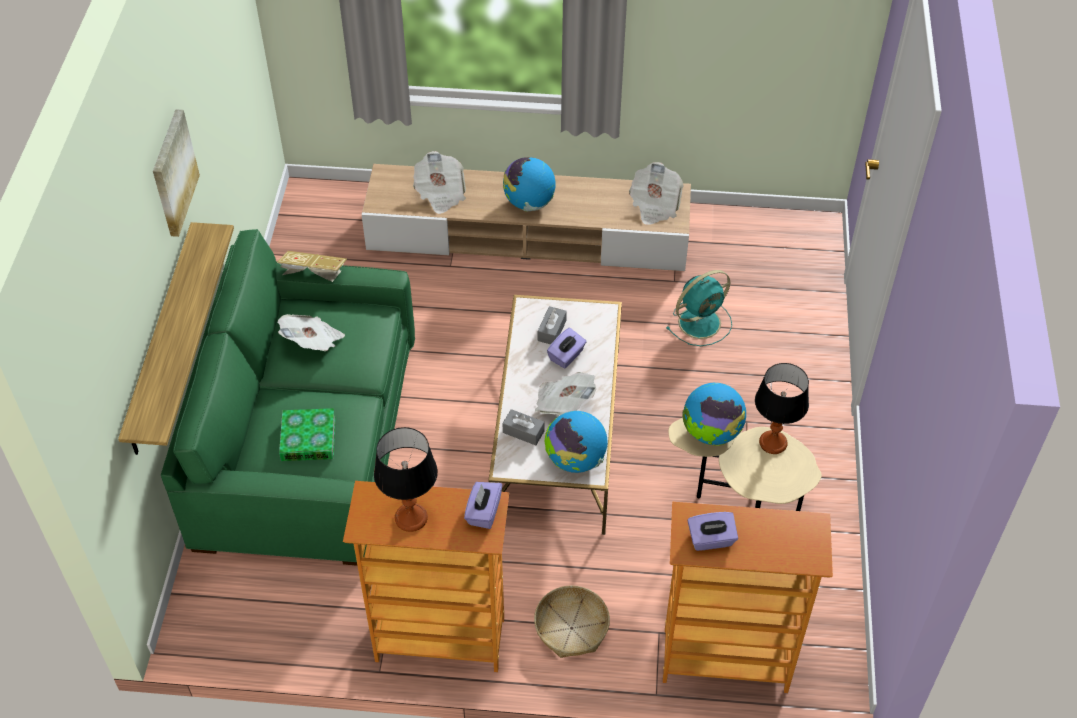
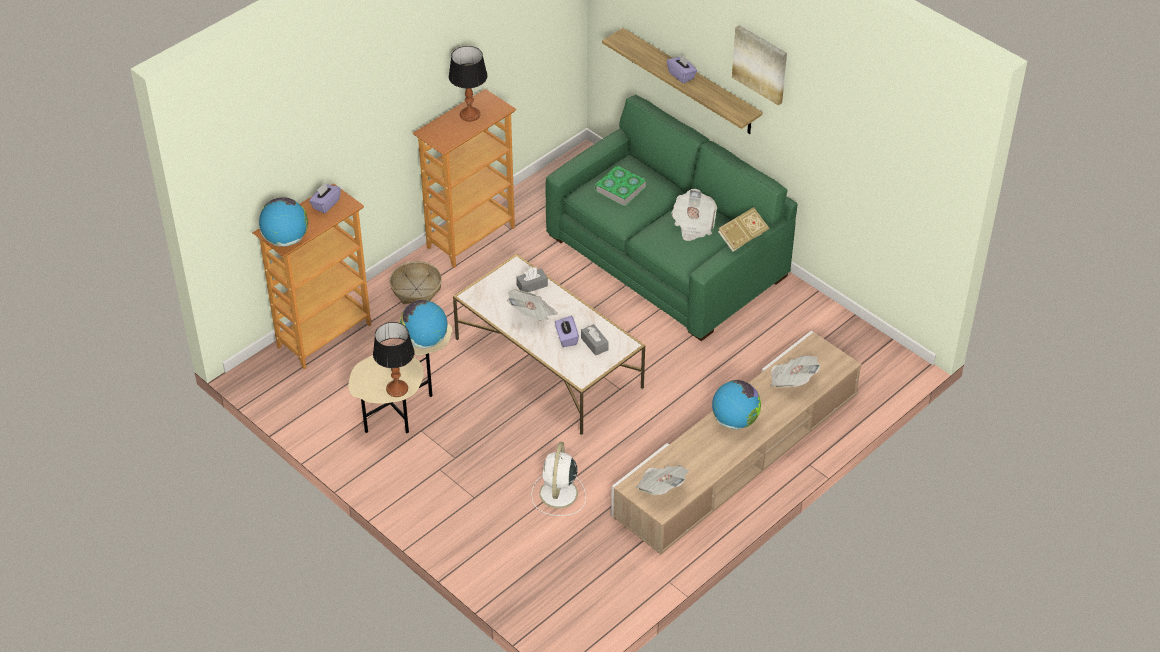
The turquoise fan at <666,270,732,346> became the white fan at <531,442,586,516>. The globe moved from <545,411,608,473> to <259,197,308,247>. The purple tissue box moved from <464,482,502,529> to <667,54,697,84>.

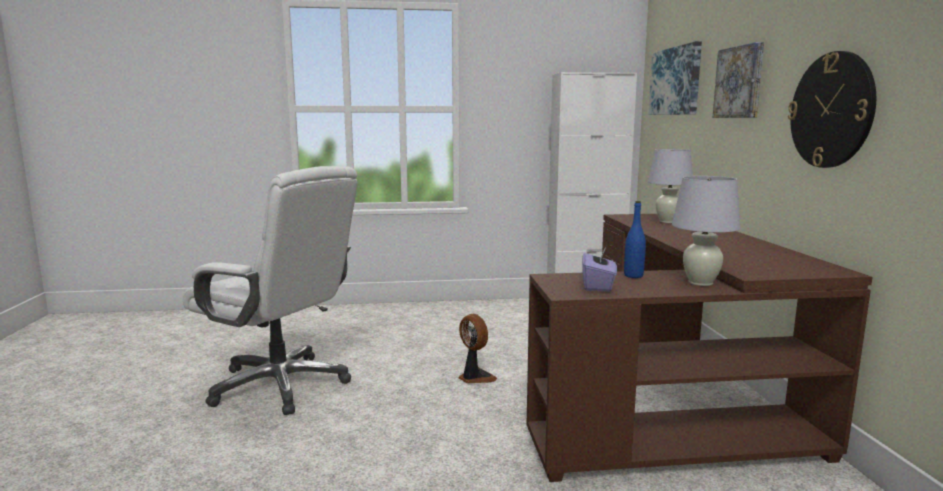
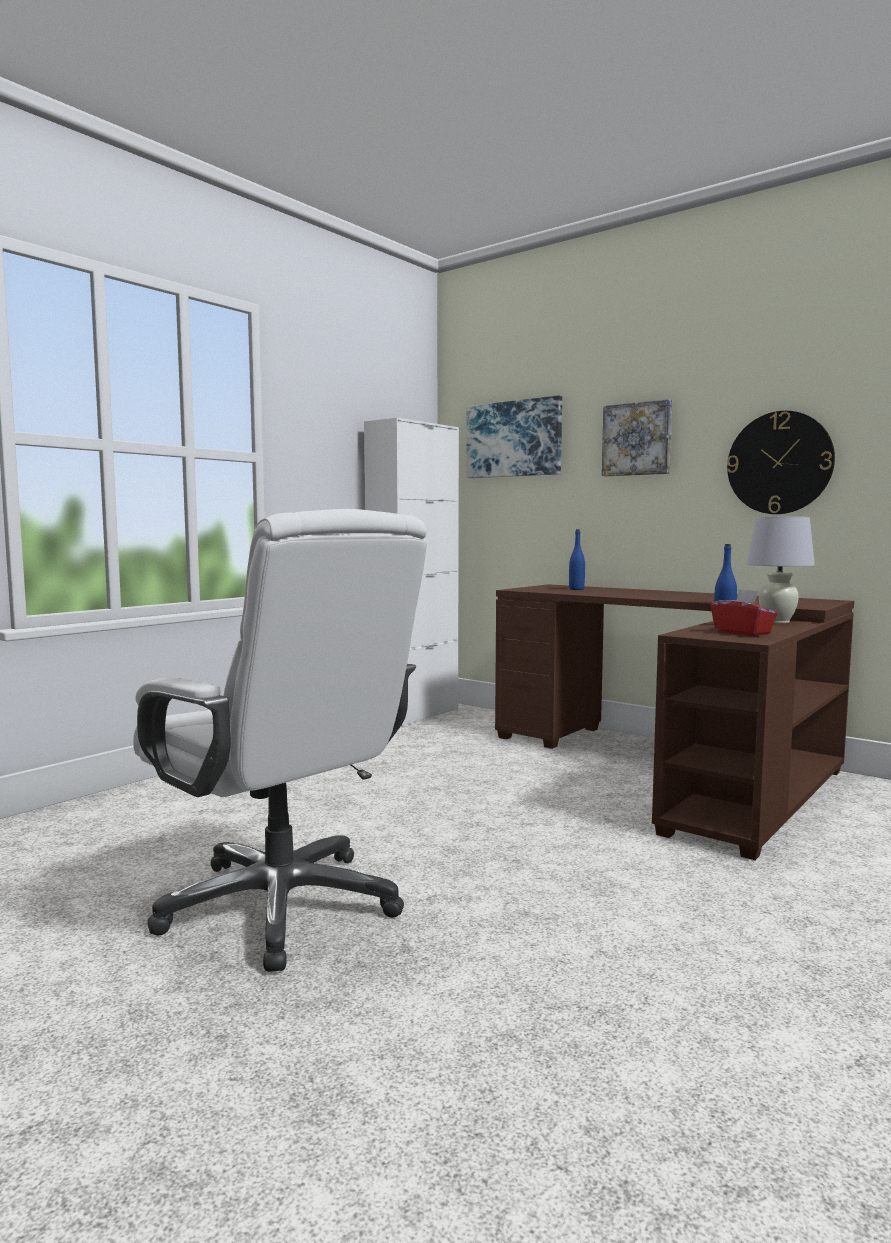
The white table lamp at <648,149,693,223> was replaced by the blue bottle at <569,529,585,590>. The white office chair at <183,166,358,415> turned 60 degrees clockwise. The purple tissue box at <582,247,617,292> became the red tissue box at <711,589,778,636>. The fan at <458,314,497,383> disappeared.

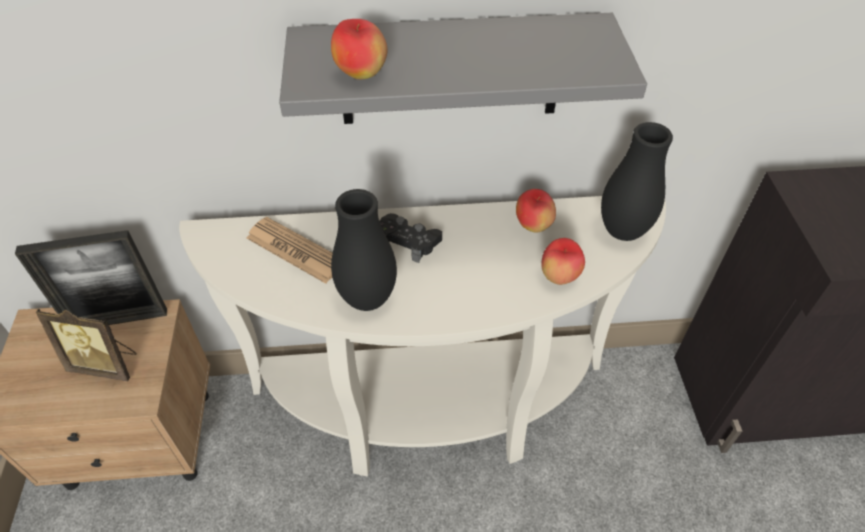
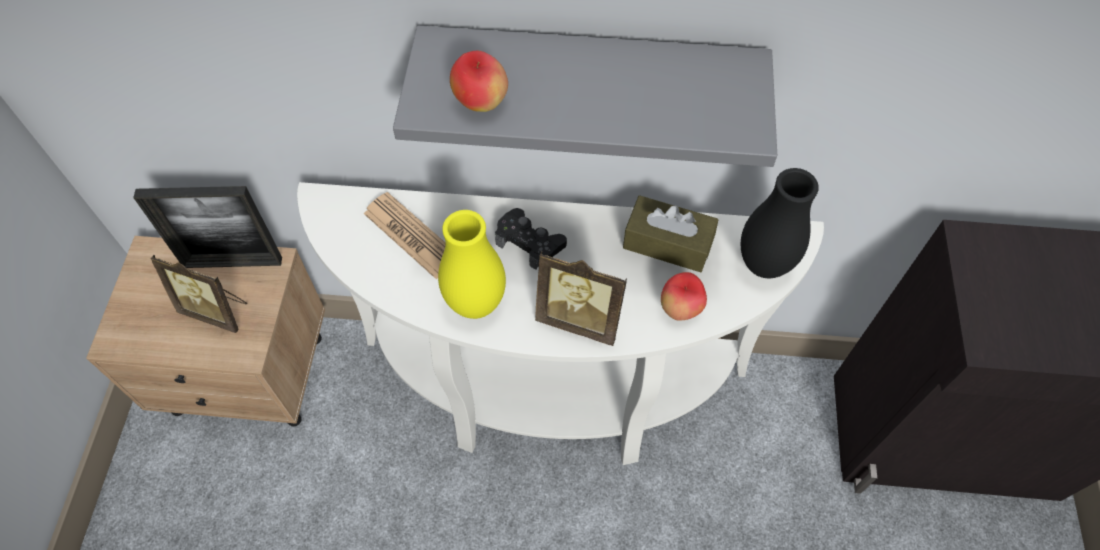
The black vase at <331,189,397,311> became the yellow vase at <438,210,506,319>. The apple at <516,189,556,232> was replaced by the brown tissue box at <623,195,718,272>. The picture frame at <535,251,627,346> appeared.

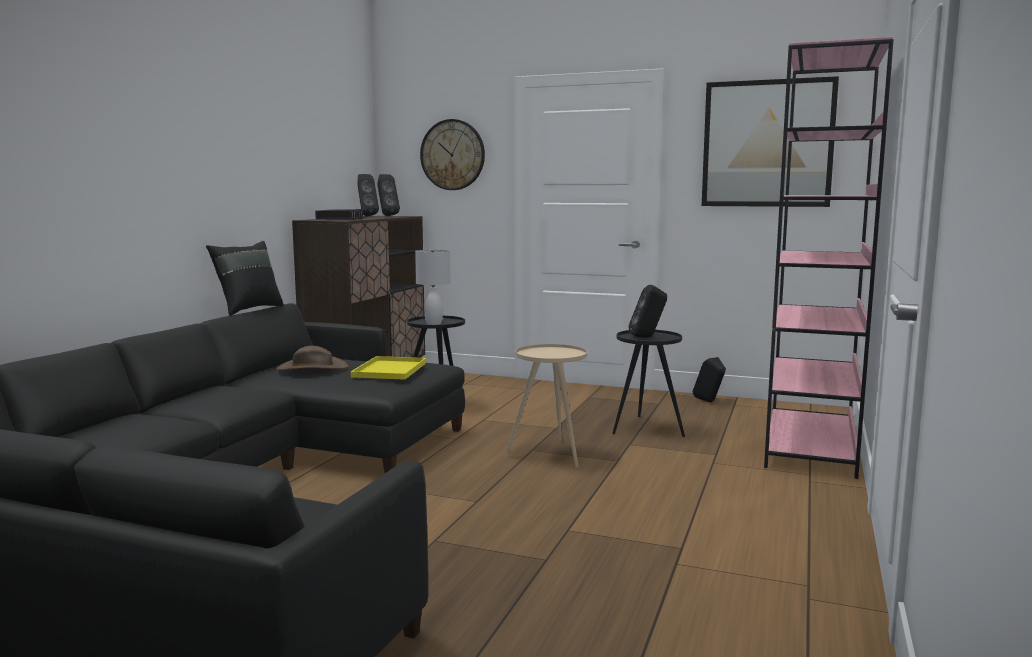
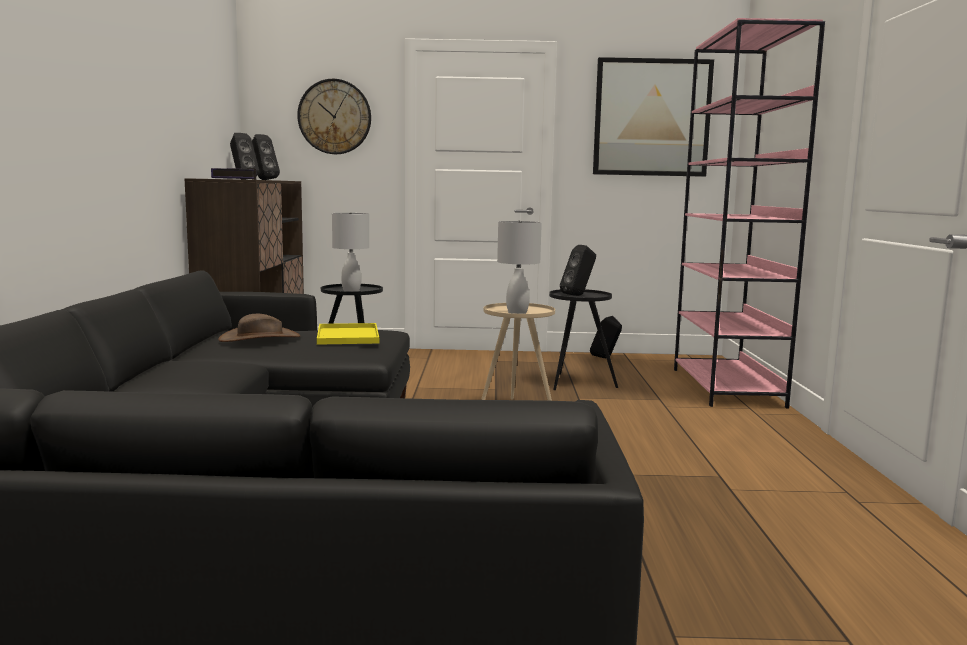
The black pillow at <206,241,284,316> disappeared. The white table lamp at <497,220,542,314> appeared.

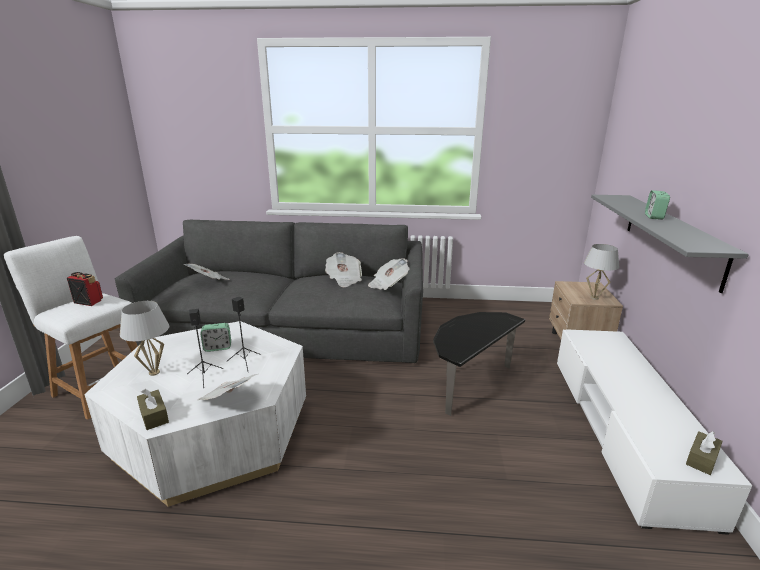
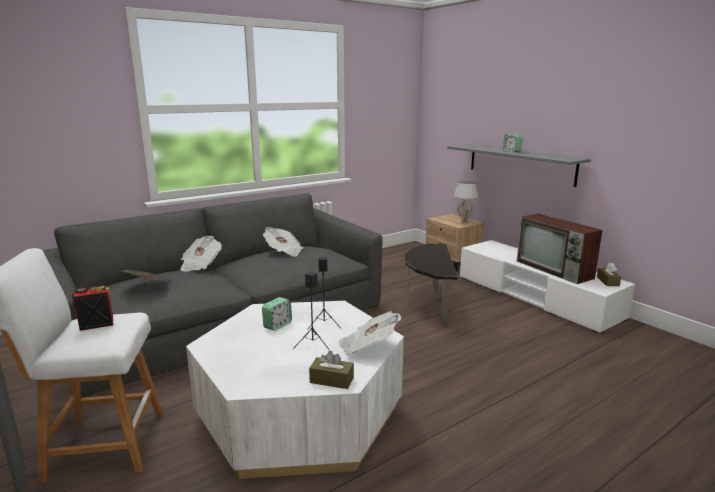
The newspaper moved from <368,258,409,290> to <180,236,222,272>. The white table lamp at <120,301,169,376> disappeared. The television at <517,213,603,284> appeared.

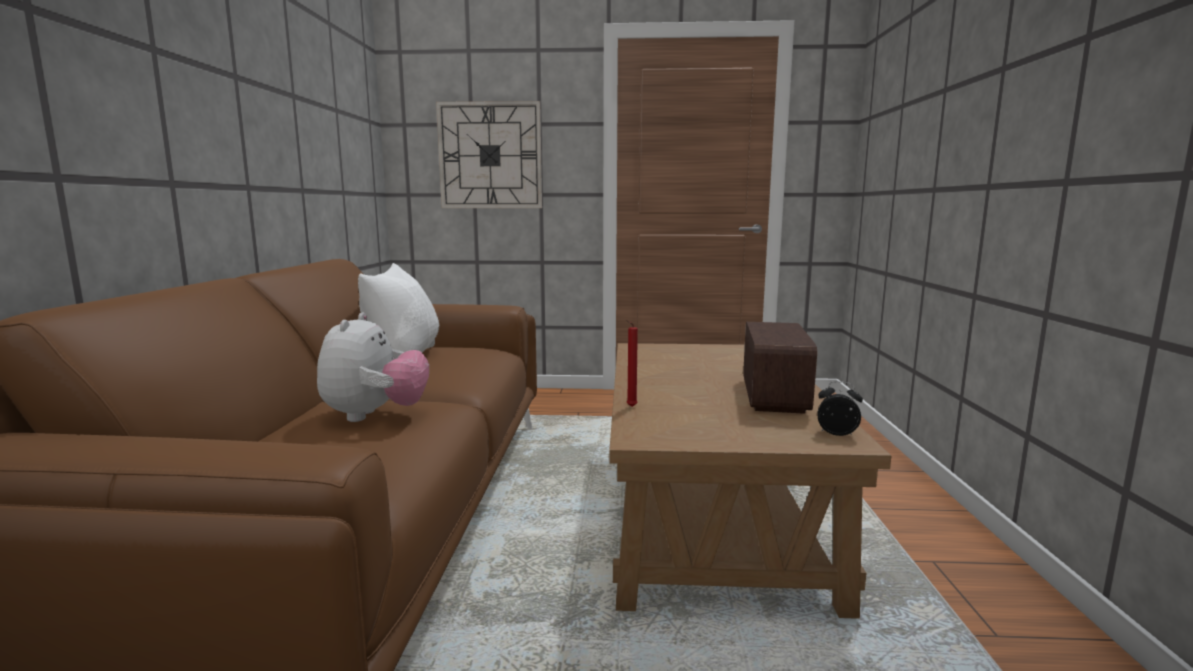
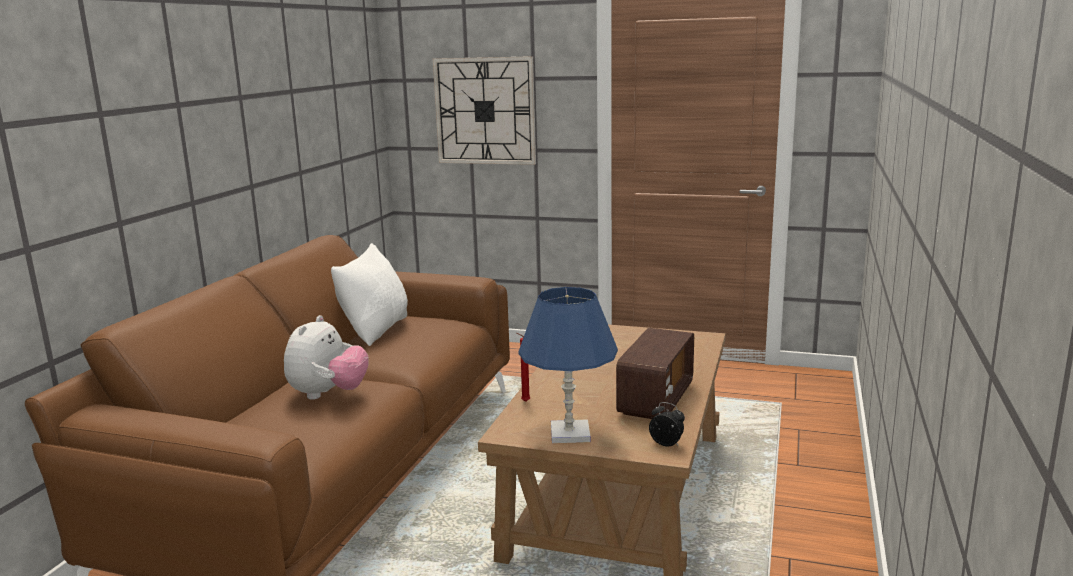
The blue table lamp at <518,287,618,443> appeared.

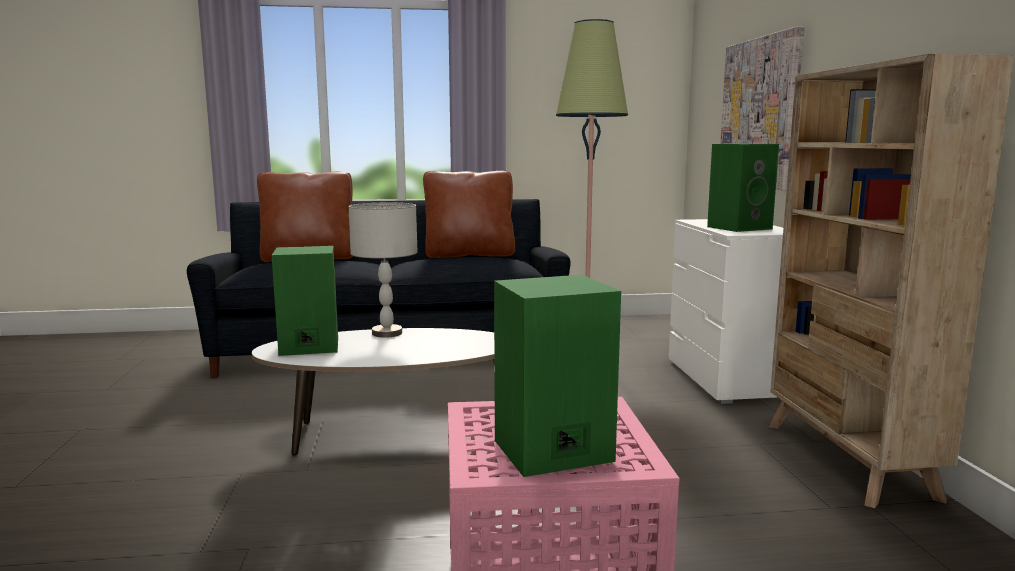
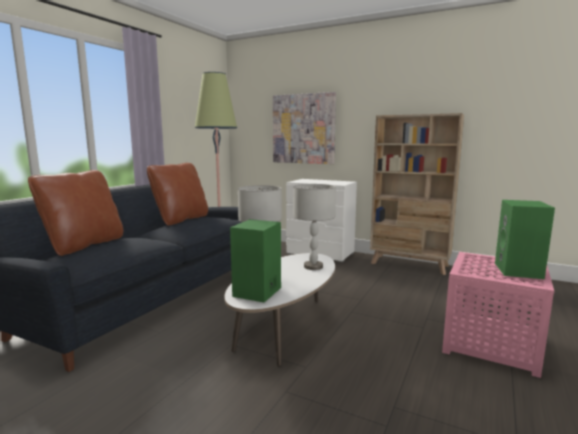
The green speaker at <707,144,779,232> disappeared. The grey table lamp at <293,184,336,270> appeared.

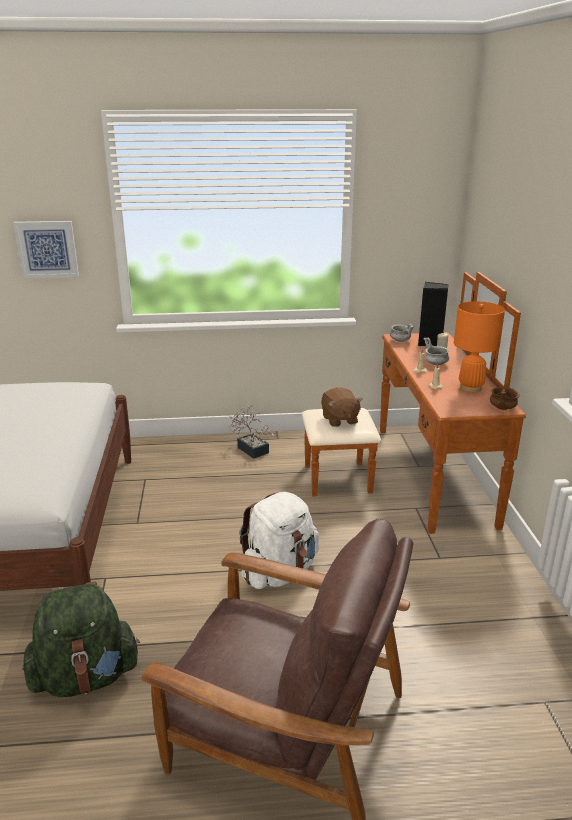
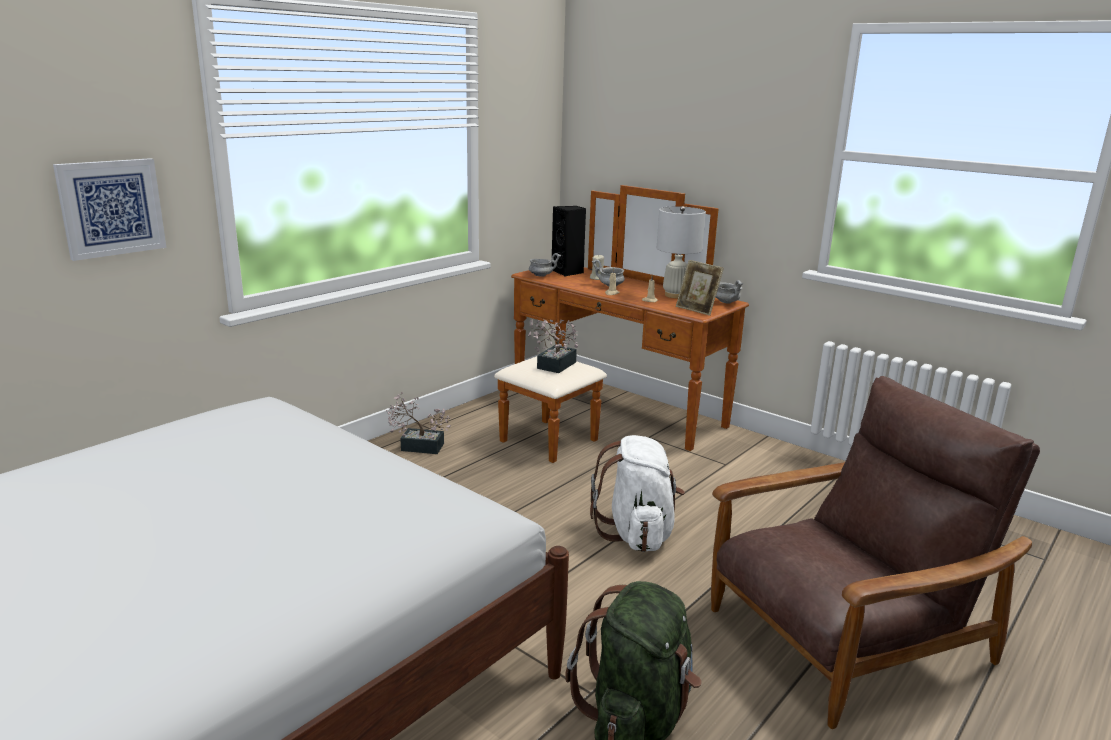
The orange table lamp at <454,301,505,392> became the white table lamp at <657,206,706,298>. The brown plush toy at <321,387,363,427> was replaced by the potted plant at <528,319,578,373>. The brown bowl at <490,387,520,410> became the grey bowl at <716,280,743,304>. The picture frame at <676,260,724,316> appeared.

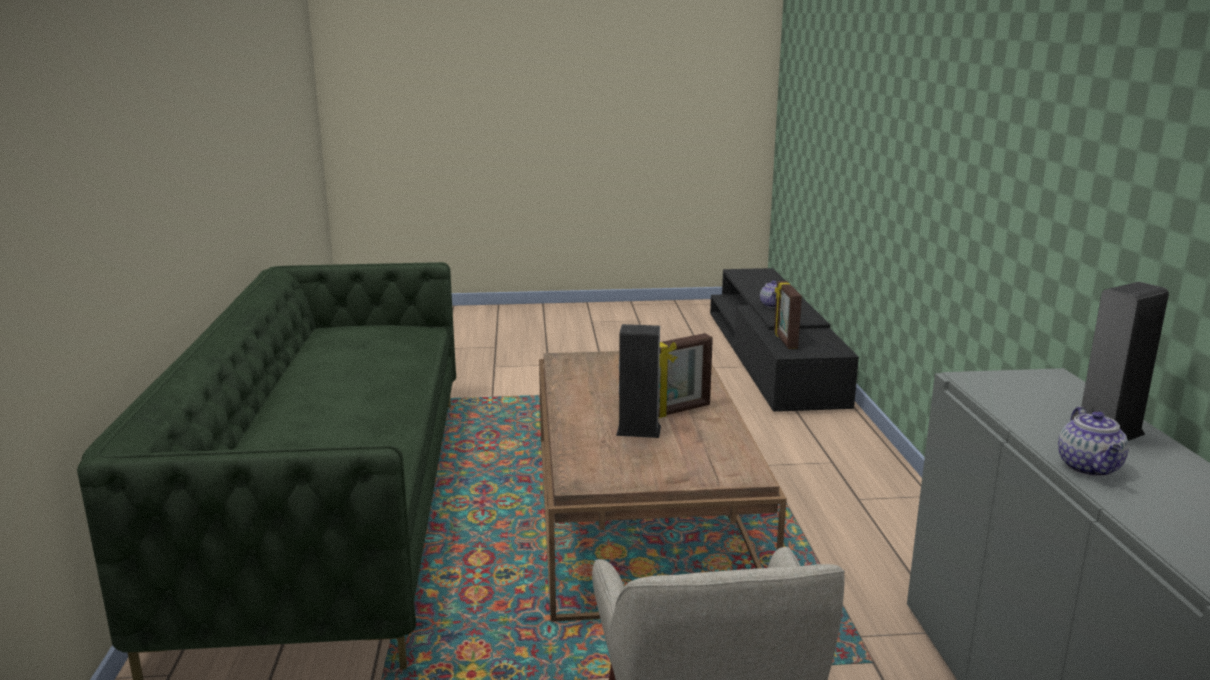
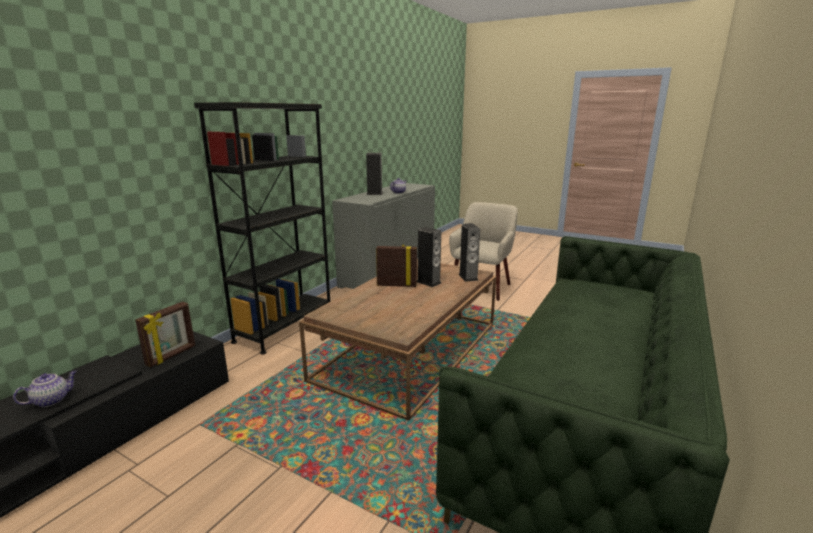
The black bookcase at <194,102,330,355> appeared. The speaker at <458,223,480,282> appeared.

